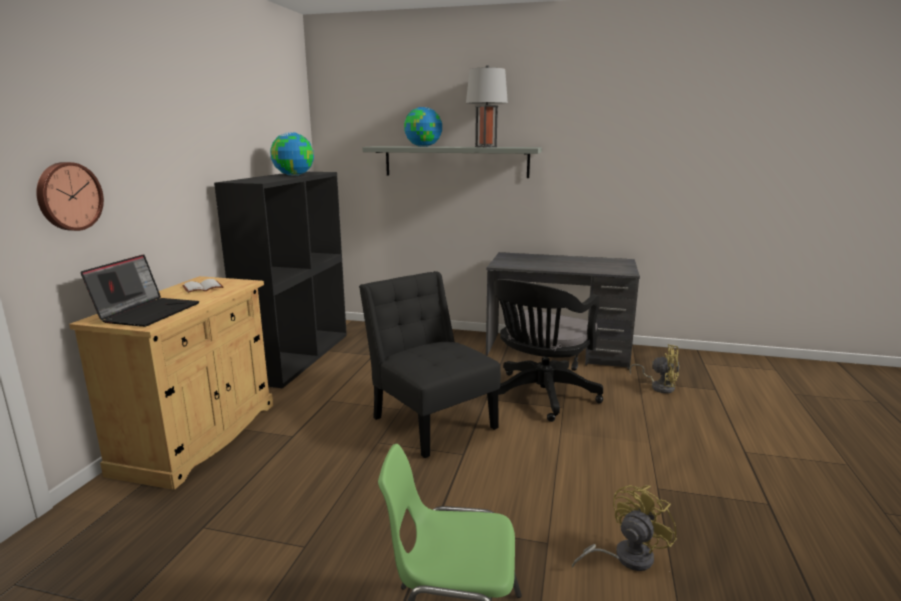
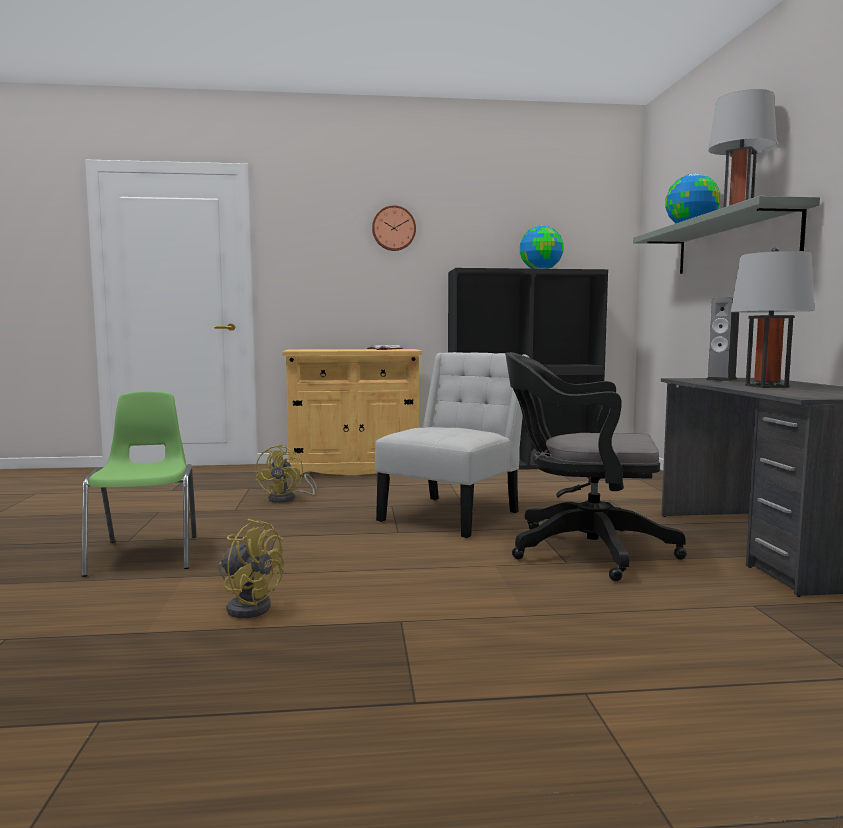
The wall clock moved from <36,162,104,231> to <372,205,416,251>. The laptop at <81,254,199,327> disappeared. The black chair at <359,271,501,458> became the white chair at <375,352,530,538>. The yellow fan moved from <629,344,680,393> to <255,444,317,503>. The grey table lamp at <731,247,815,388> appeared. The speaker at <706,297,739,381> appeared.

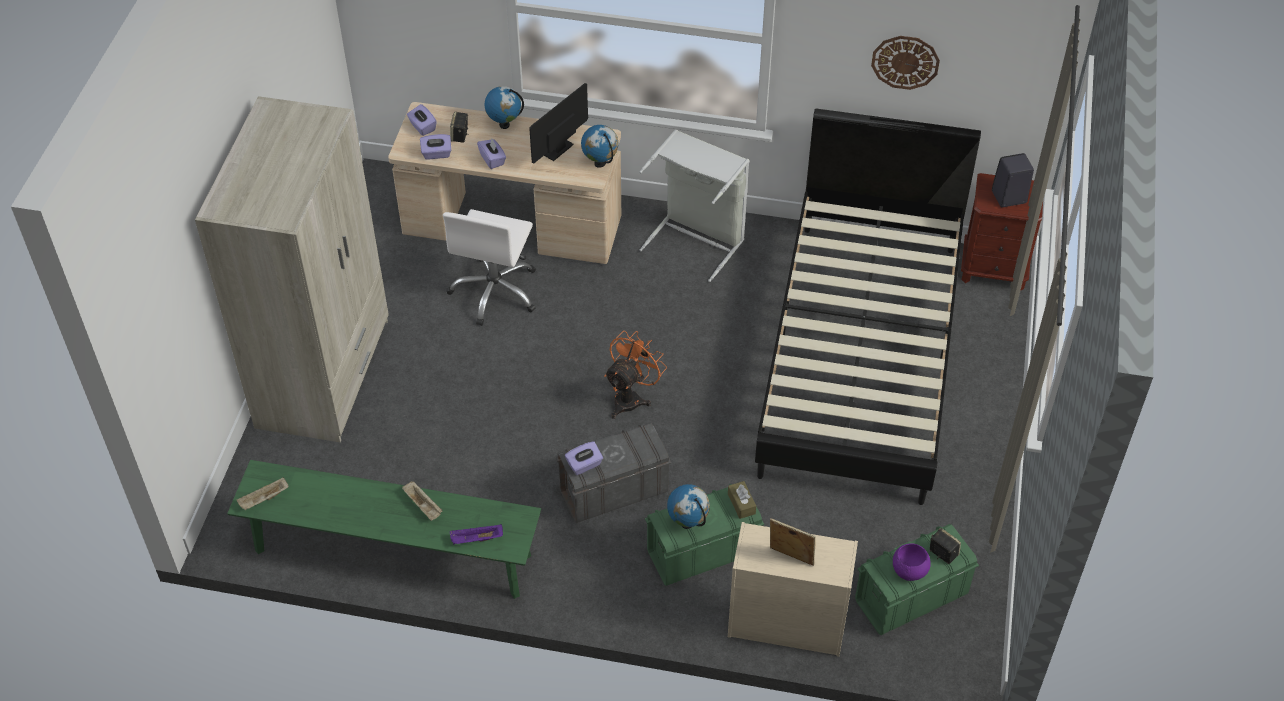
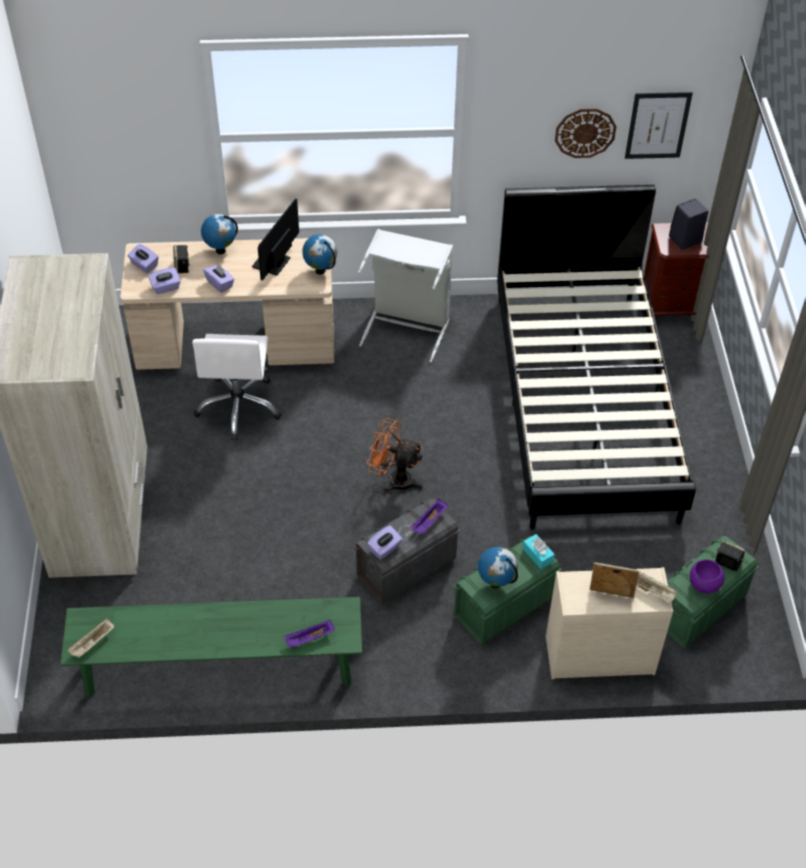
The orange fan at <604,331,667,419> turned 90 degrees counterclockwise. The beige tray moved from <402,481,443,521> to <635,568,677,602>. The brown tissue box at <728,481,756,519> became the turquoise tissue box at <523,534,555,569>. The picture at <625,92,693,159> appeared. The purple tray at <410,499,448,534> appeared.

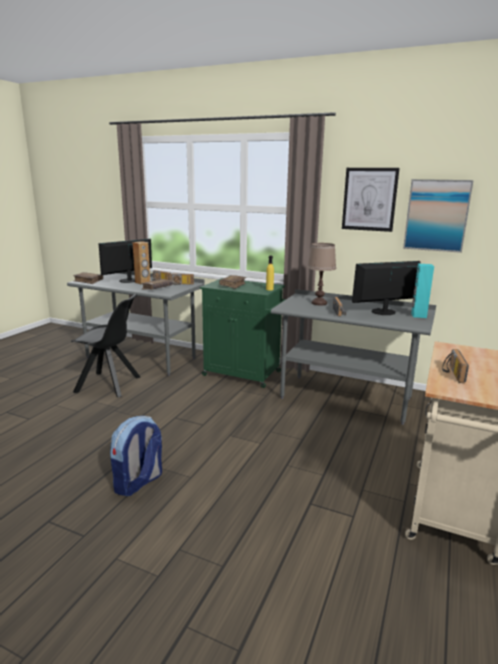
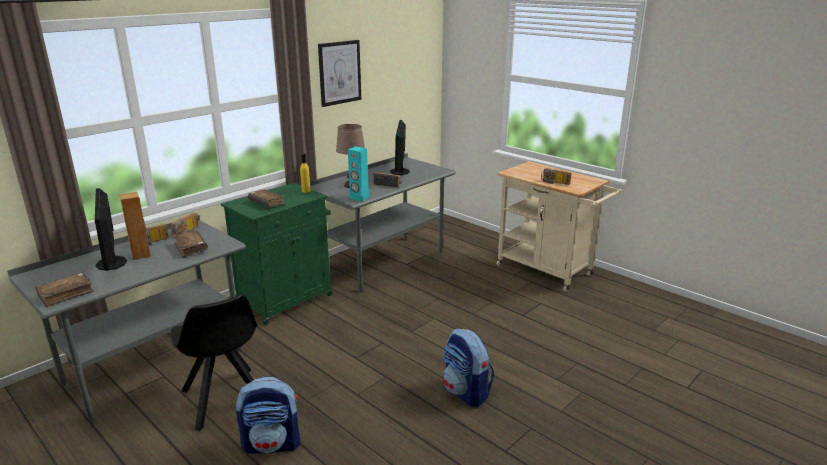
The picture at <403,179,474,253> disappeared. The turquoise speaker moved from <411,264,434,318> to <348,146,369,201>. The black chair at <71,294,140,397> turned 120 degrees clockwise. The backpack at <236,376,300,454> appeared.

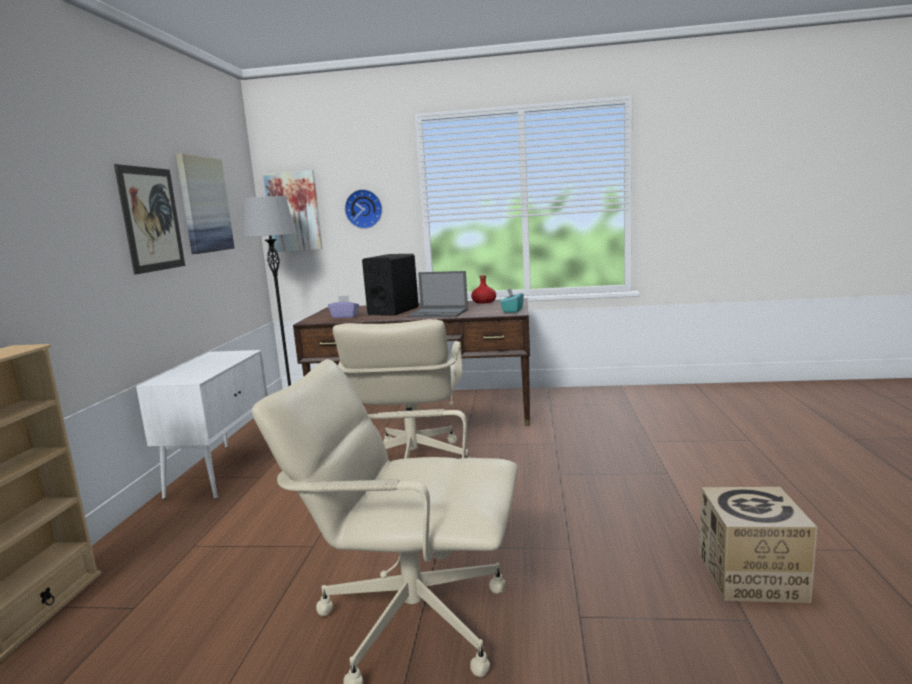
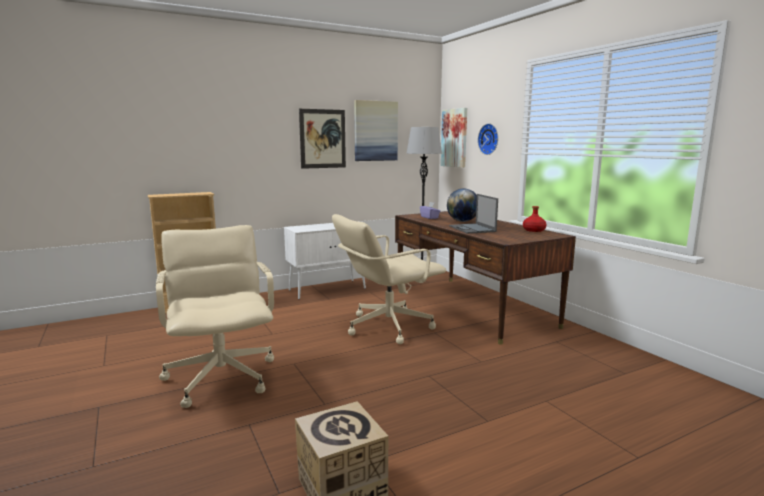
The black speaker at <362,254,419,316> was replaced by the globe at <447,189,477,222>. The turquoise tissue box at <500,288,524,313> disappeared.

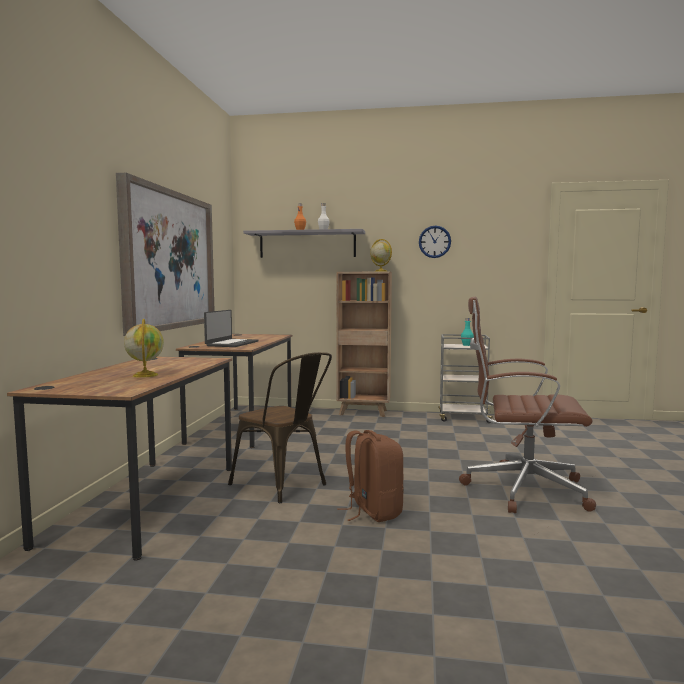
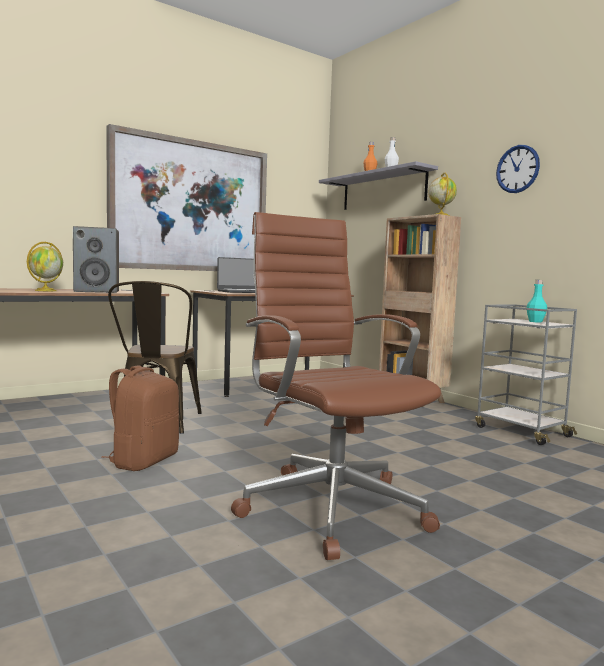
The speaker at <73,226,119,293> appeared.

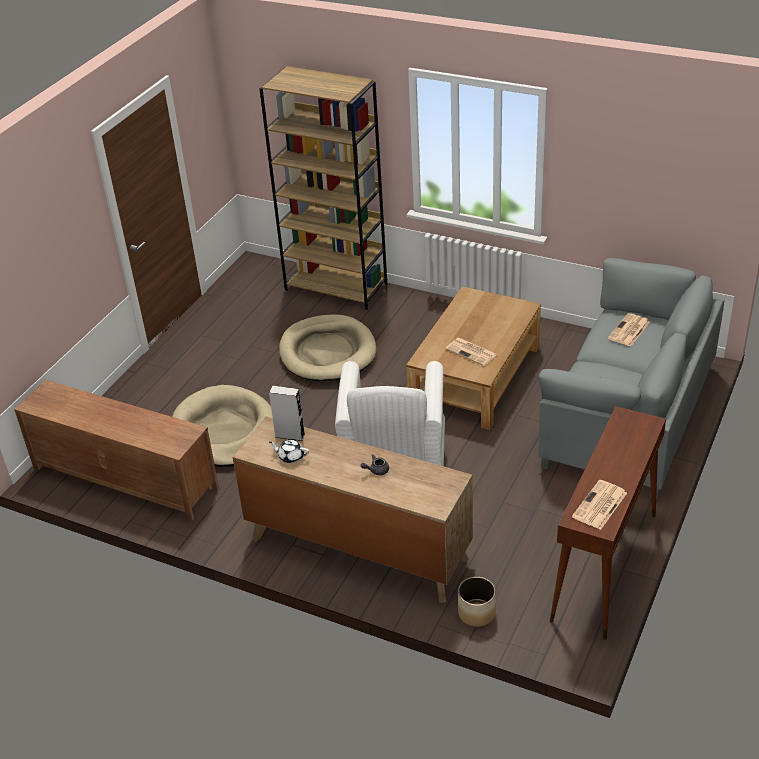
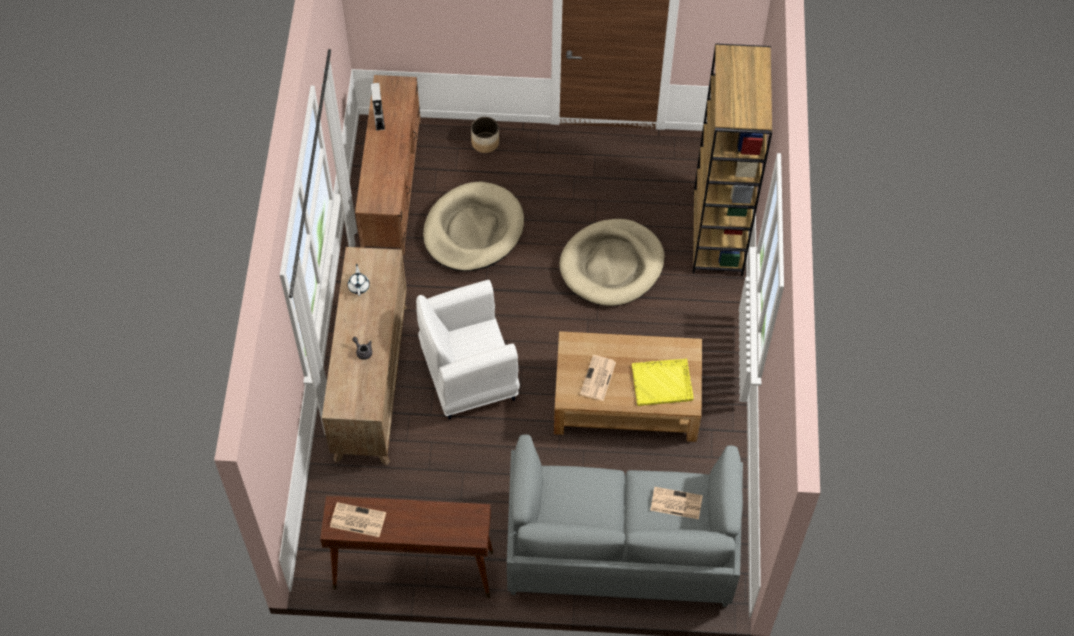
The grey speaker moved from <269,386,305,441> to <370,83,385,131>. The planter moved from <458,577,496,627> to <471,117,499,153>. The yellow tray at <632,359,694,406> appeared.

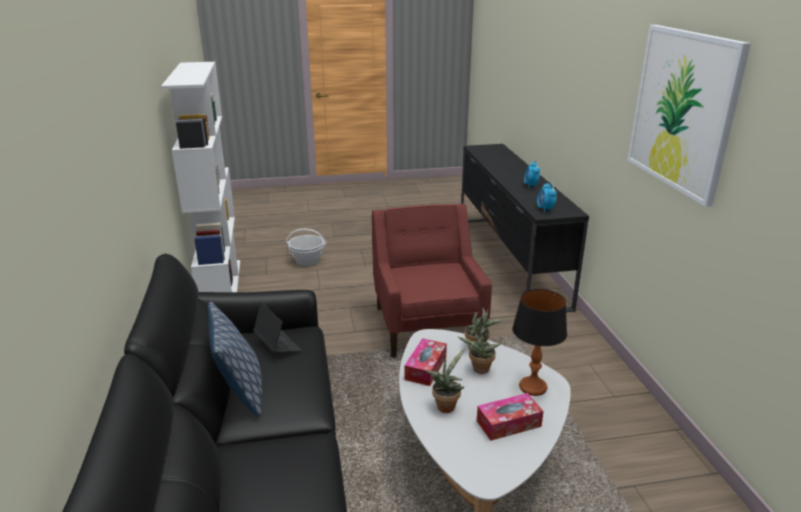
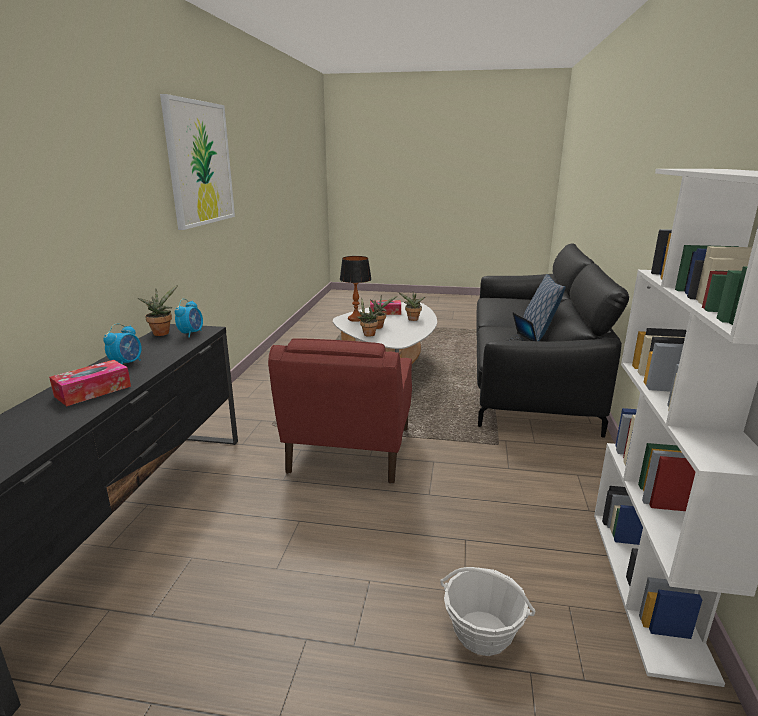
The tissue box moved from <405,338,447,386> to <49,360,131,406>. The potted plant at <138,285,178,336> appeared.

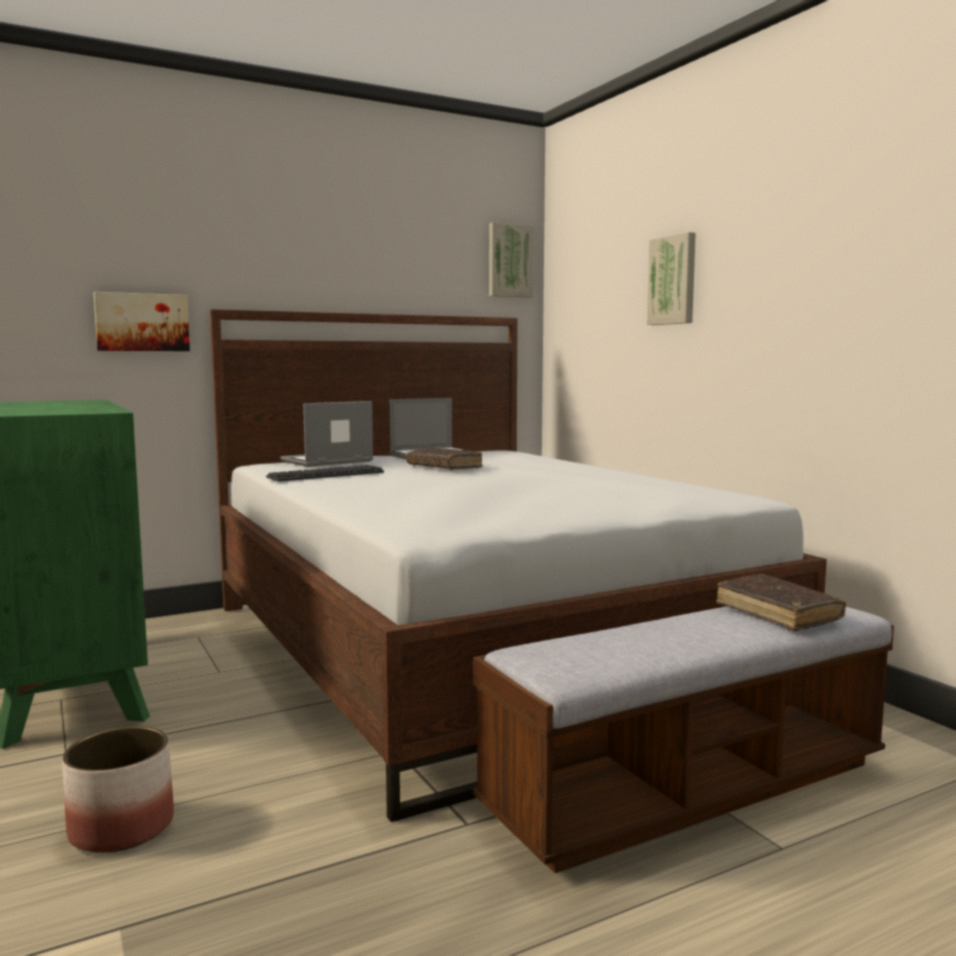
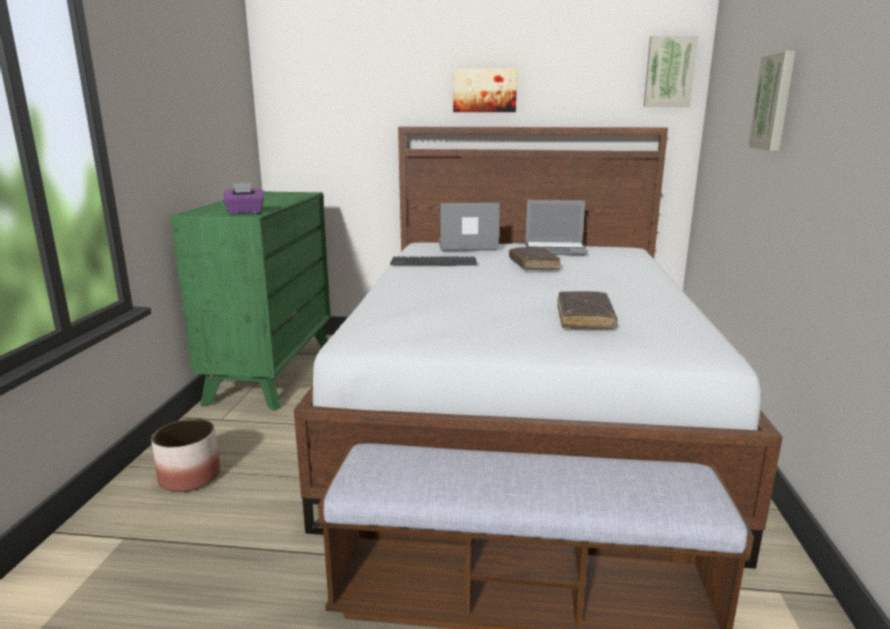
The picture moved from <94,292,190,351> to <453,68,517,112>. The brown book moved from <716,574,846,631> to <557,291,618,329>. The purple tissue box at <223,183,264,214> appeared.

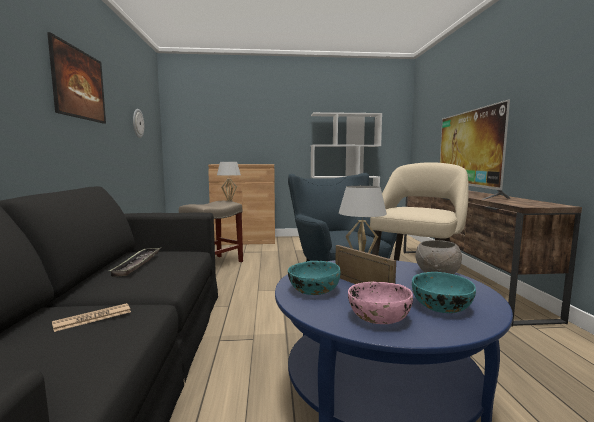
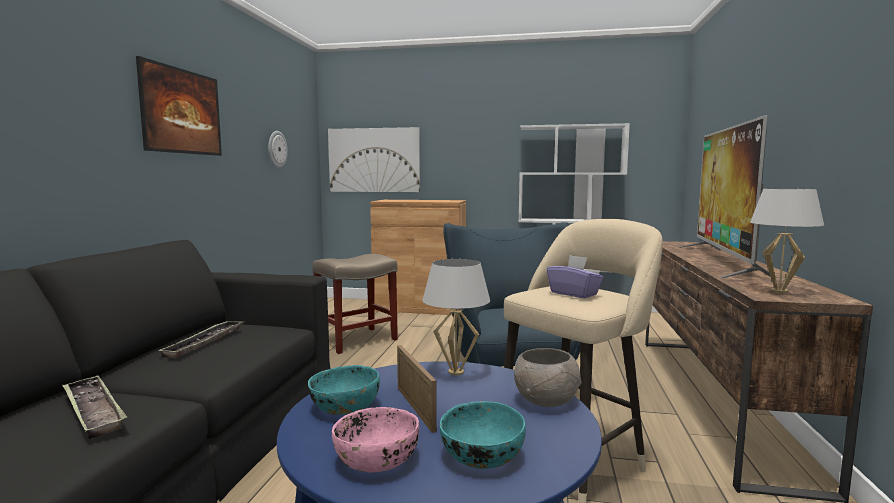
The white table lamp moved from <217,162,241,202> to <750,188,824,293>. The newspaper at <52,303,131,332> was replaced by the tray at <62,375,127,439>. The picture at <328,127,420,192> appeared. The purple tissue box at <547,255,603,298> appeared.

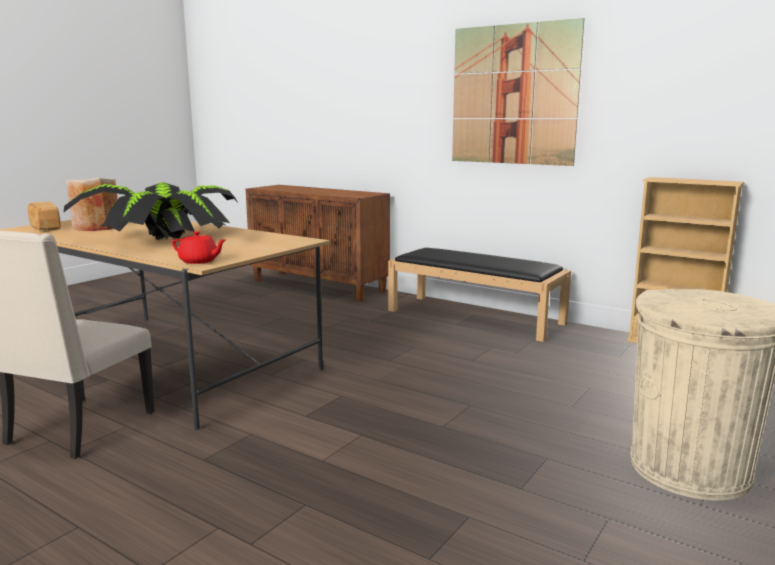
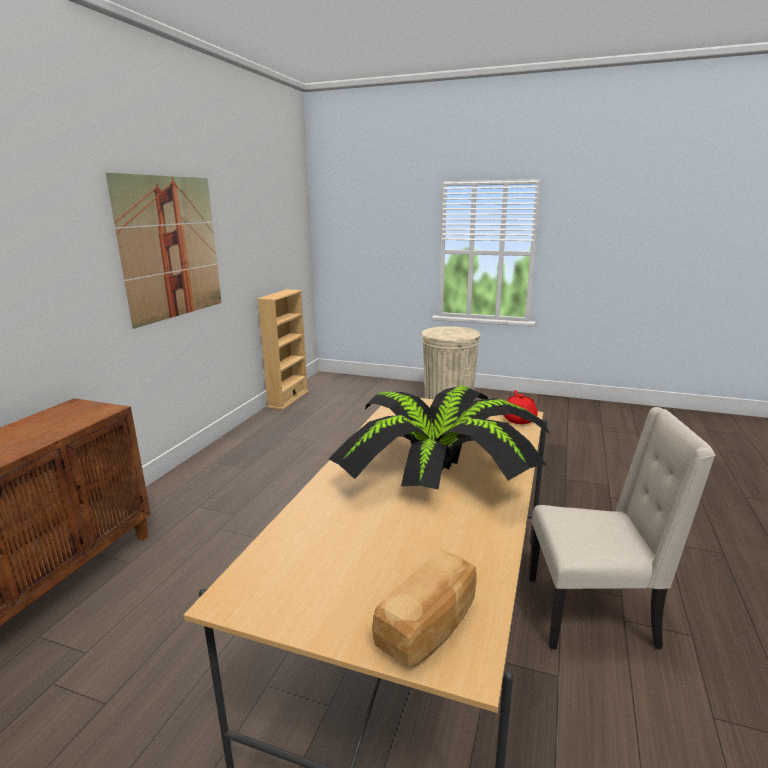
The beige vase at <66,178,118,231> disappeared. The black bench at <388,248,571,342> disappeared.

